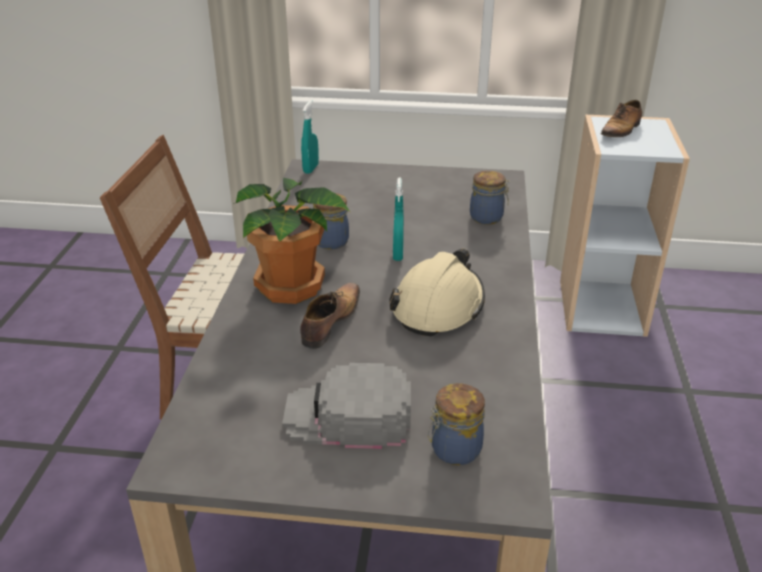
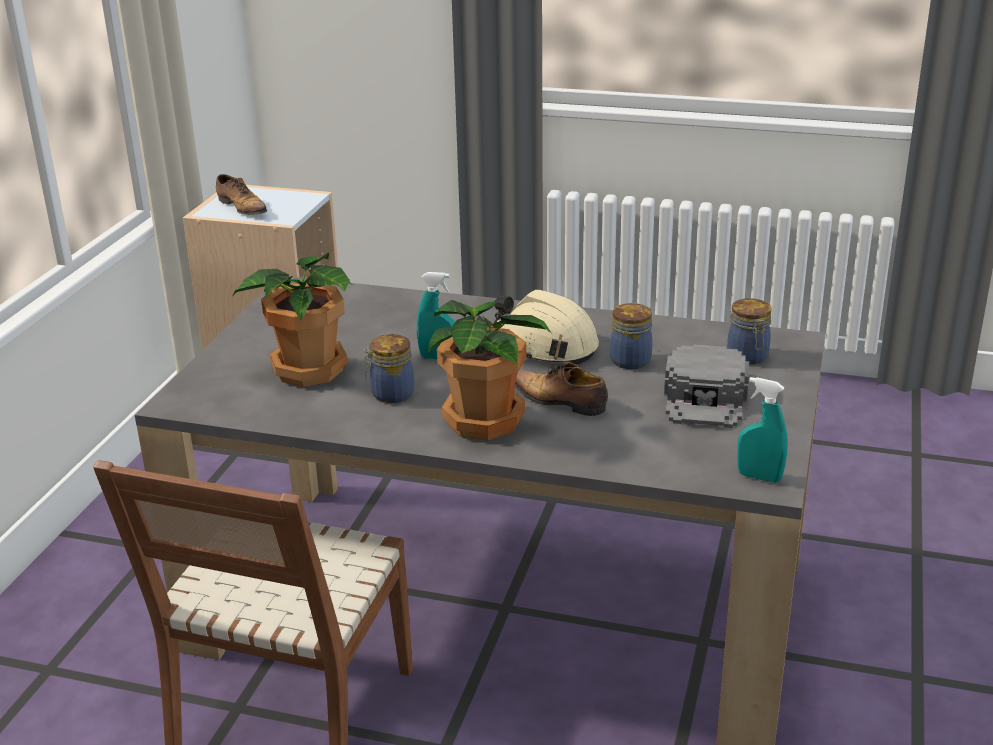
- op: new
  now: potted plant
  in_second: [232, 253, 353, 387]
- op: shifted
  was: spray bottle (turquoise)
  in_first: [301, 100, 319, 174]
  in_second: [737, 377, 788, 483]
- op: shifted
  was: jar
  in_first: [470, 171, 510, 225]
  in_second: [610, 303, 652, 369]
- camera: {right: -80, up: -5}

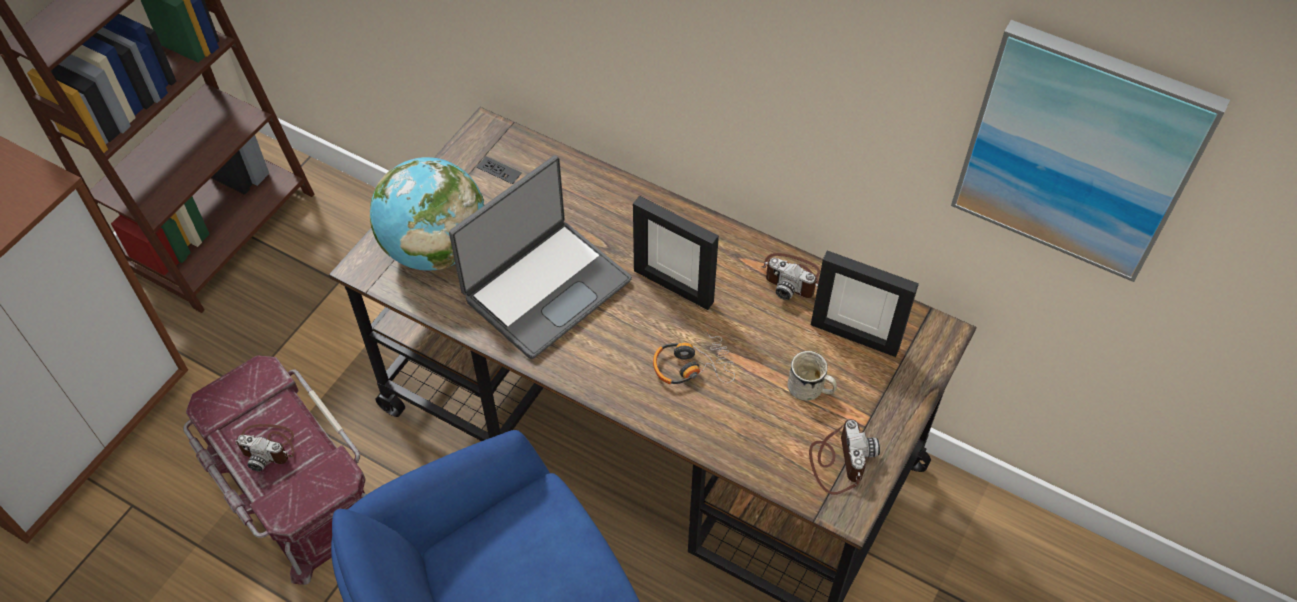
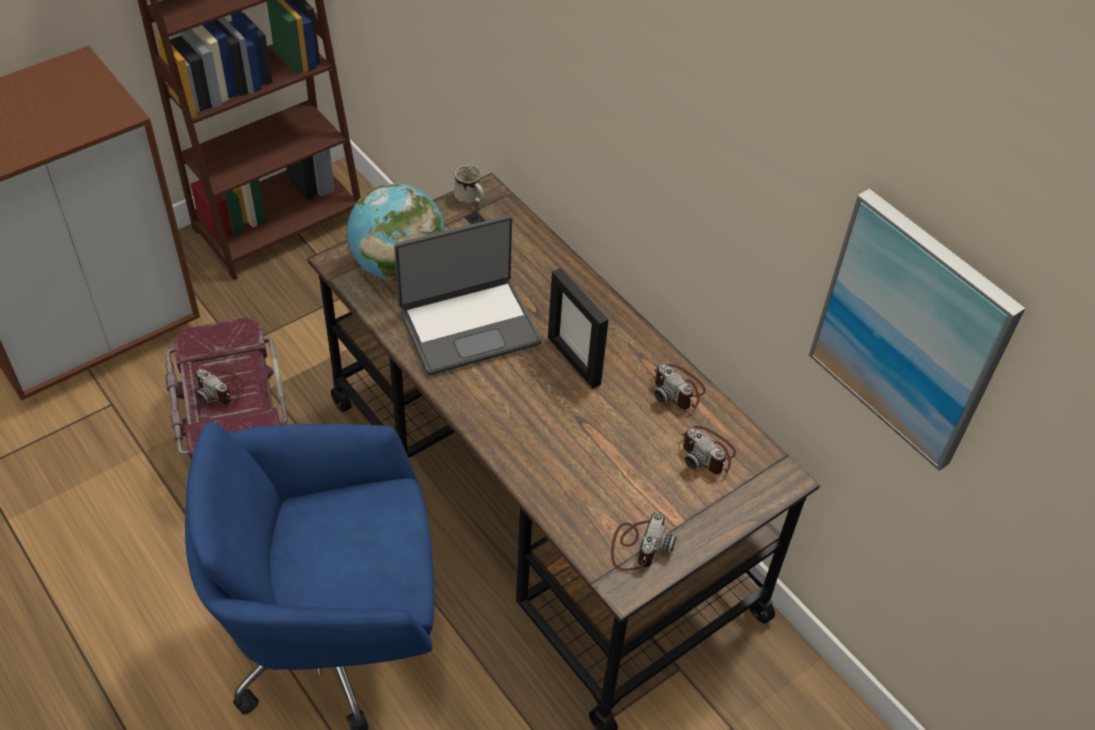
- op: gone
  was: headphones
  in_first: [653, 329, 735, 384]
- op: shifted
  was: mug (white)
  in_first: [787, 351, 837, 400]
  in_second: [454, 164, 484, 204]
- op: swapped
  was: picture frame
  now: photo camera
  in_first: [811, 250, 919, 357]
  in_second: [681, 426, 736, 474]
- camera: {right: 20, up: -5}

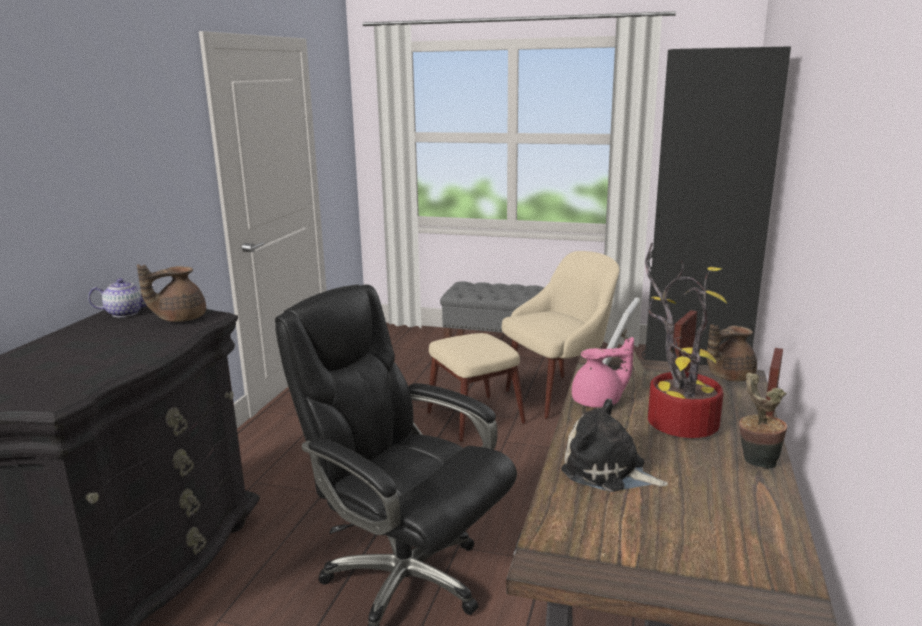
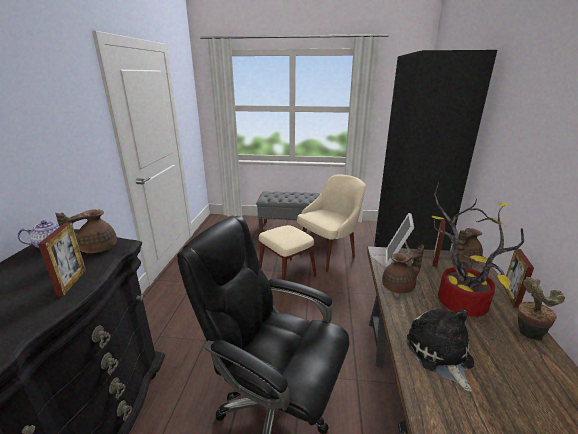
- op: new
  now: picture frame
  in_second: [38, 222, 86, 297]
- op: repainted
  was: teapot (pink)
  now: teapot (brown)
  in_first: [572, 337, 634, 408]
  in_second: [382, 244, 424, 294]
- op: rotated
  was: plush toy
  in_first: [561, 399, 668, 492]
  in_second: [407, 309, 474, 392]
  clockwise: 60
- camera: {right: -10, up: 5}

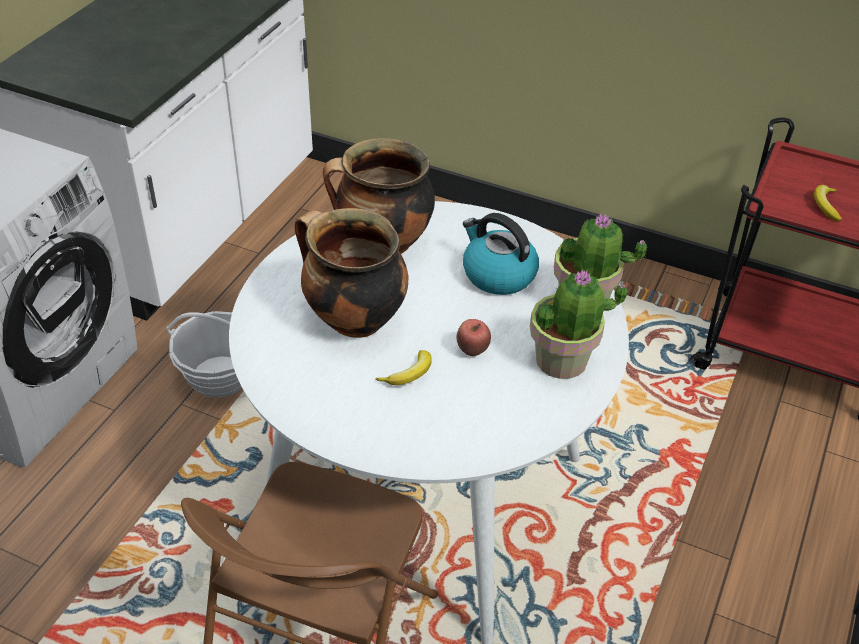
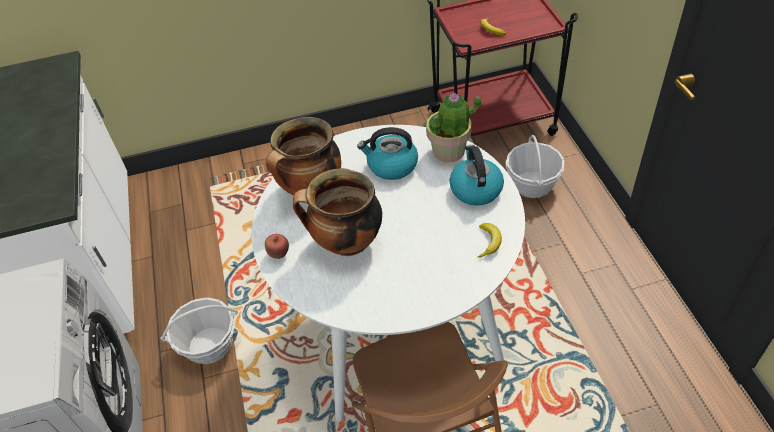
- op: new
  now: basket
  in_second: [506, 135, 564, 198]
- op: shifted
  was: banana
  in_first: [375, 350, 432, 385]
  in_second: [478, 223, 502, 258]
- op: shifted
  was: apple
  in_first: [457, 319, 491, 356]
  in_second: [265, 234, 289, 259]
- op: swapped
  was: potted plant
  now: kettle
  in_first: [530, 270, 628, 379]
  in_second: [450, 145, 504, 206]
- camera: {right: -35, up: 5}

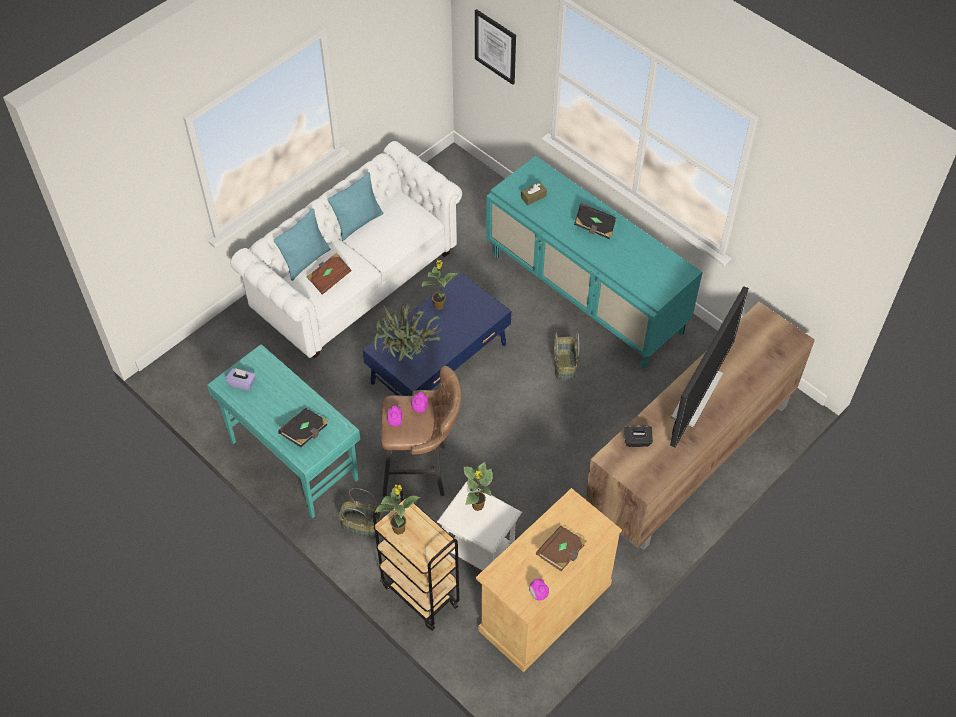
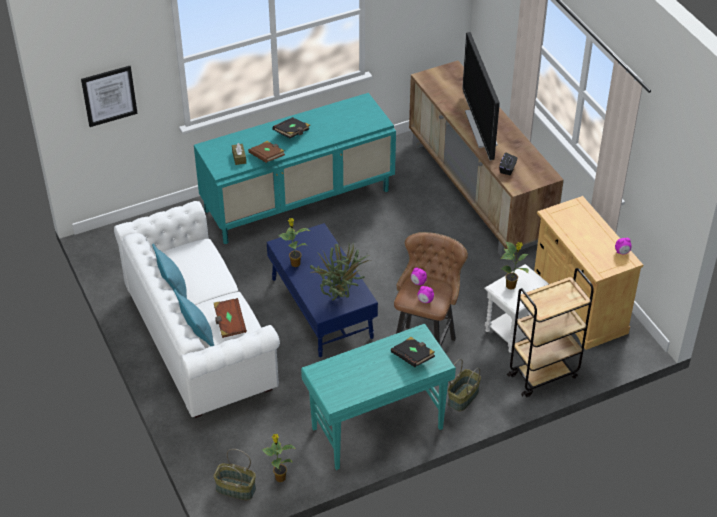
- op: gone
  was: tissue box (purple)
  in_first: [225, 368, 256, 391]
- op: shifted
  was: potted plant
  in_first: [374, 485, 421, 535]
  in_second: [261, 434, 296, 482]
- op: shifted
  was: book (brown)
  in_first: [536, 526, 586, 571]
  in_second: [248, 141, 285, 163]
- op: shifted
  was: basket
  in_first: [554, 331, 579, 381]
  in_second: [214, 449, 256, 500]
- op: rotated
  was: television
  in_first: [670, 286, 749, 447]
  in_second: [462, 32, 500, 161]
  clockwise: -150
- camera: {right: -70, up: -10}

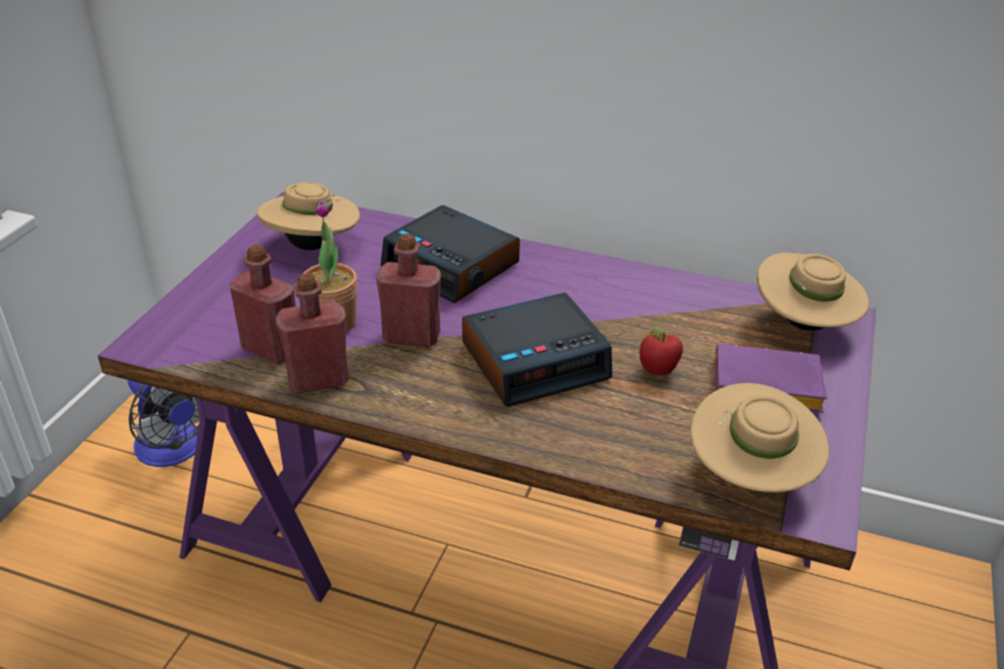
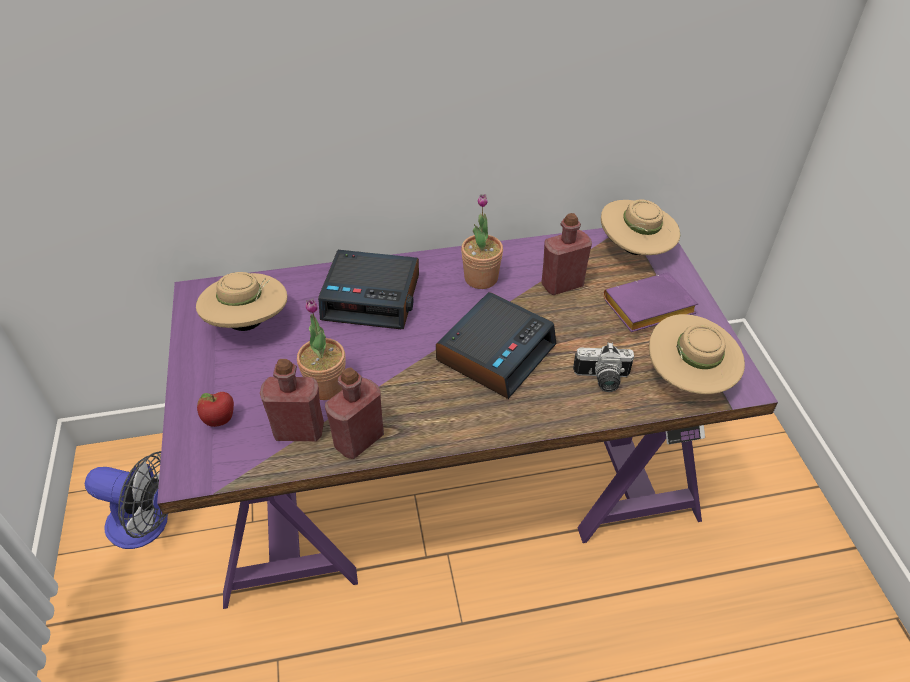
- op: new
  now: potted plant
  in_second: [461, 194, 503, 289]
- op: new
  now: photo camera
  in_second: [573, 342, 634, 392]
- op: shifted
  was: bottle (red)
  in_first: [376, 233, 441, 347]
  in_second: [541, 213, 592, 295]
- op: shifted
  was: apple
  in_first: [640, 329, 683, 375]
  in_second: [197, 392, 234, 427]
- camera: {right: -30, up: 10}

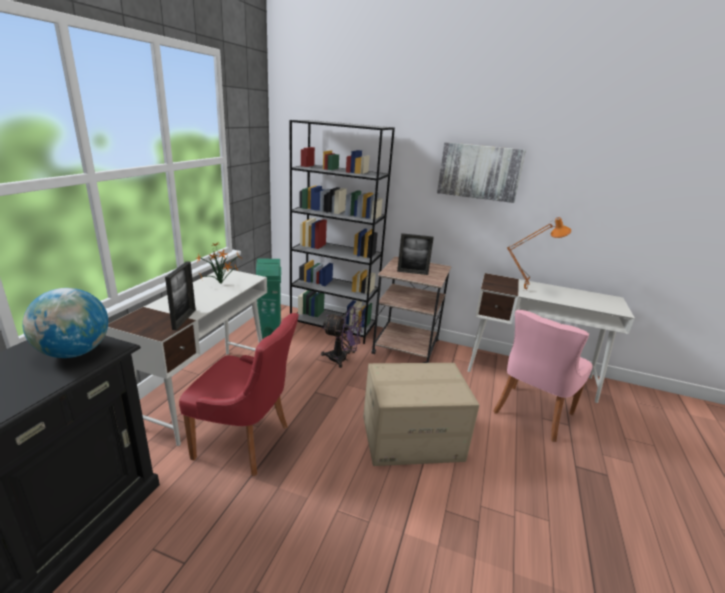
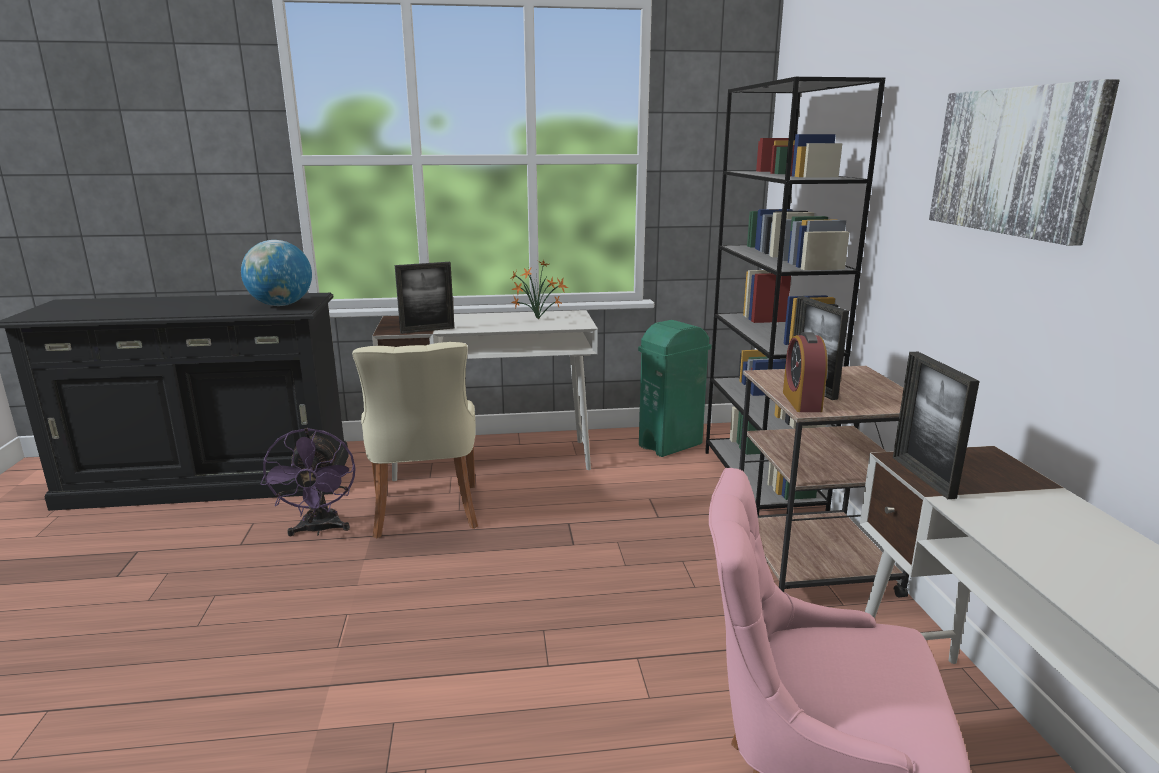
- op: gone
  was: cardboard box
  in_first: [363, 363, 479, 466]
- op: gone
  was: table lamp (orange)
  in_first: [507, 217, 571, 291]
- op: new
  now: alarm clock
  in_second: [783, 332, 828, 412]
- op: new
  now: picture frame
  in_second: [893, 352, 980, 499]
- op: shifted
  was: fan (purple)
  in_first: [321, 306, 365, 368]
  in_second: [261, 428, 356, 536]
- op: repainted
  was: chair (red)
  now: chair (beige)
  in_first: [179, 313, 299, 476]
  in_second: [352, 342, 478, 538]
- camera: {right: 65, up: -5}

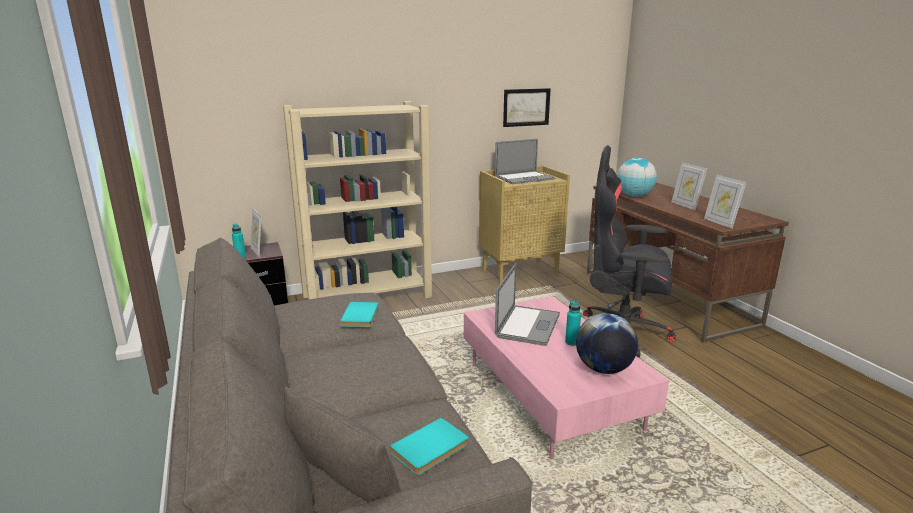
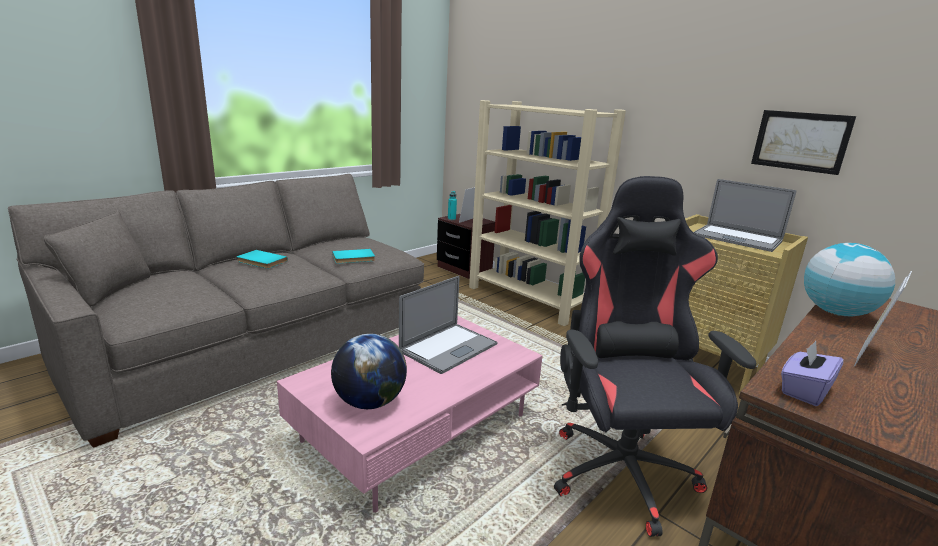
- op: gone
  was: bottle (turquoise)
  in_first: [565, 301, 581, 346]
- op: shifted
  was: book (turquoise)
  in_first: [389, 418, 469, 475]
  in_second: [237, 250, 288, 269]
- op: swapped
  was: picture frame
  now: tissue box (purple)
  in_first: [704, 175, 747, 228]
  in_second: [781, 341, 844, 406]
- op: rotated
  was: laptop
  in_first: [495, 263, 560, 346]
  in_second: [399, 276, 497, 374]
  clockwise: -45
- camera: {right: 65, up: 0}

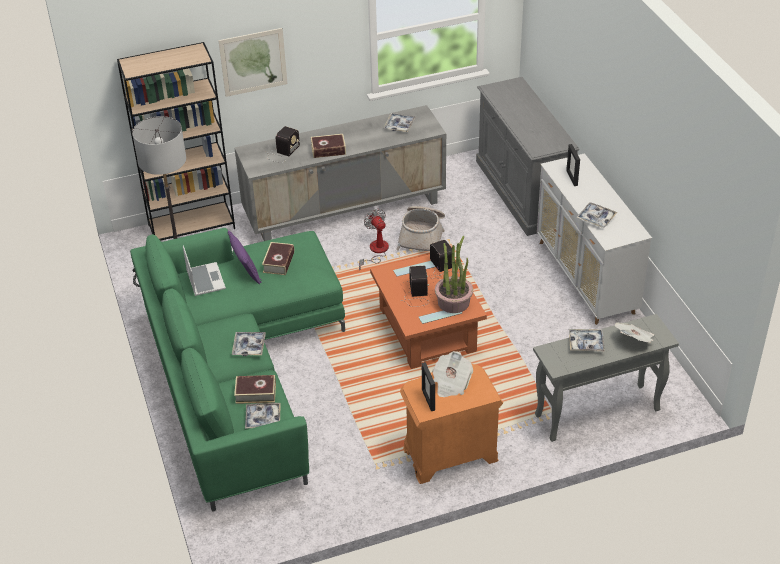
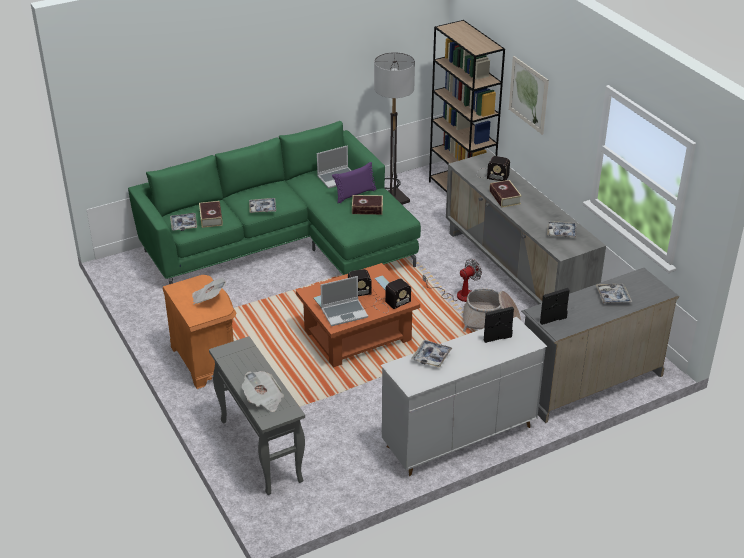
- op: shifted
  was: picture frame
  in_first: [422, 362, 435, 411]
  in_second: [540, 288, 569, 325]
- op: shifted
  was: tray
  in_first: [569, 329, 605, 352]
  in_second: [596, 283, 632, 304]
- op: swapped
  was: potted plant
  now: laptop
  in_first: [435, 236, 473, 313]
  in_second: [321, 276, 368, 326]
- camera: {right: 80, up: -5}

